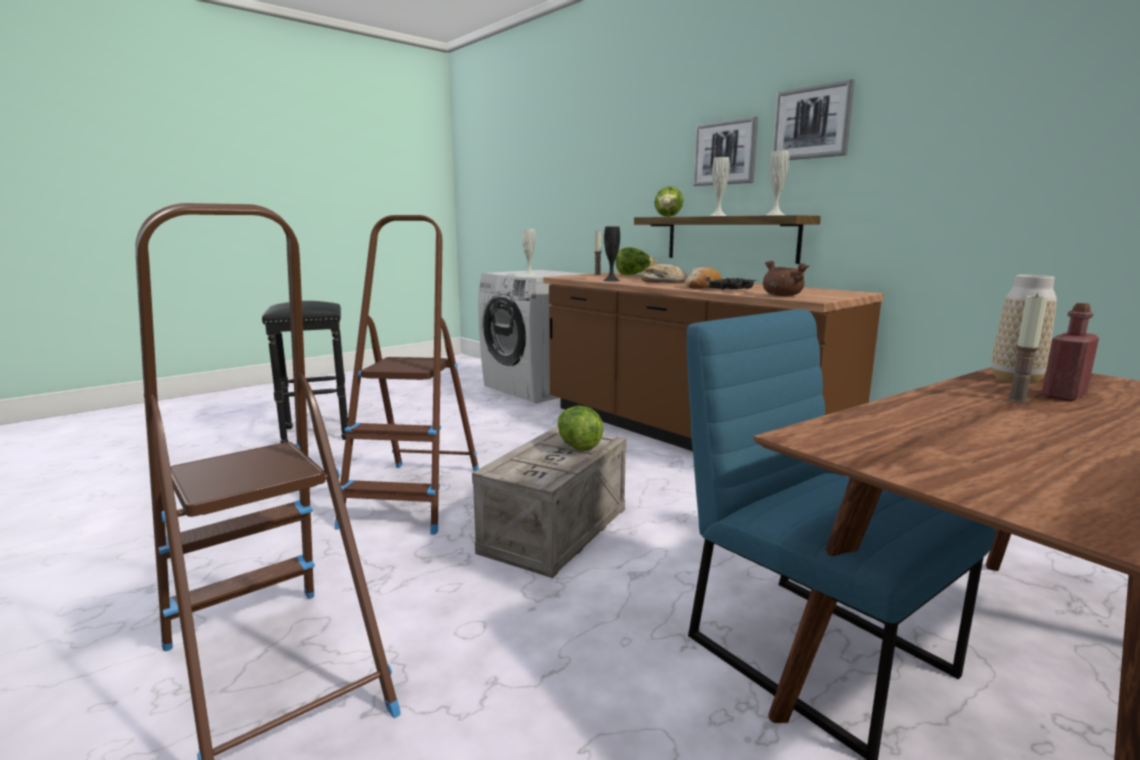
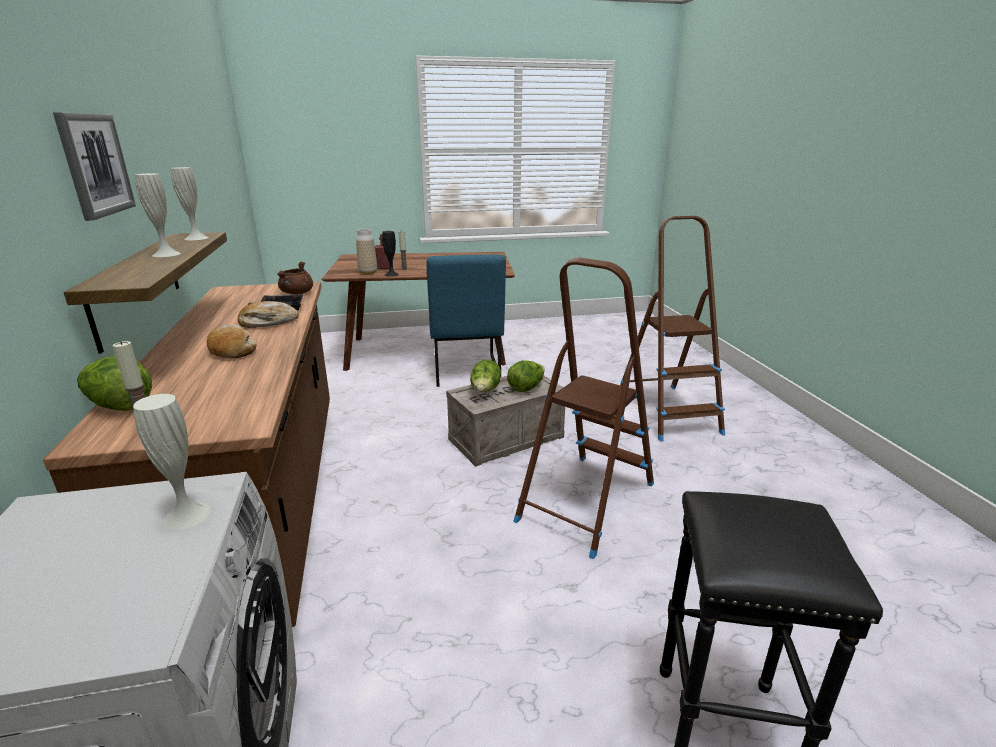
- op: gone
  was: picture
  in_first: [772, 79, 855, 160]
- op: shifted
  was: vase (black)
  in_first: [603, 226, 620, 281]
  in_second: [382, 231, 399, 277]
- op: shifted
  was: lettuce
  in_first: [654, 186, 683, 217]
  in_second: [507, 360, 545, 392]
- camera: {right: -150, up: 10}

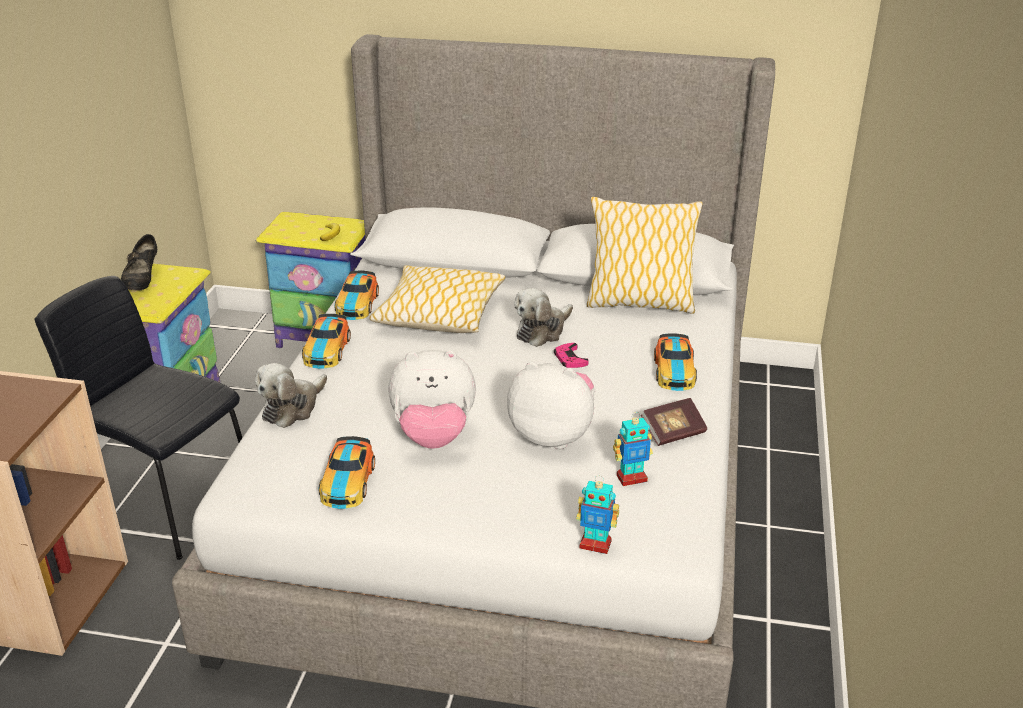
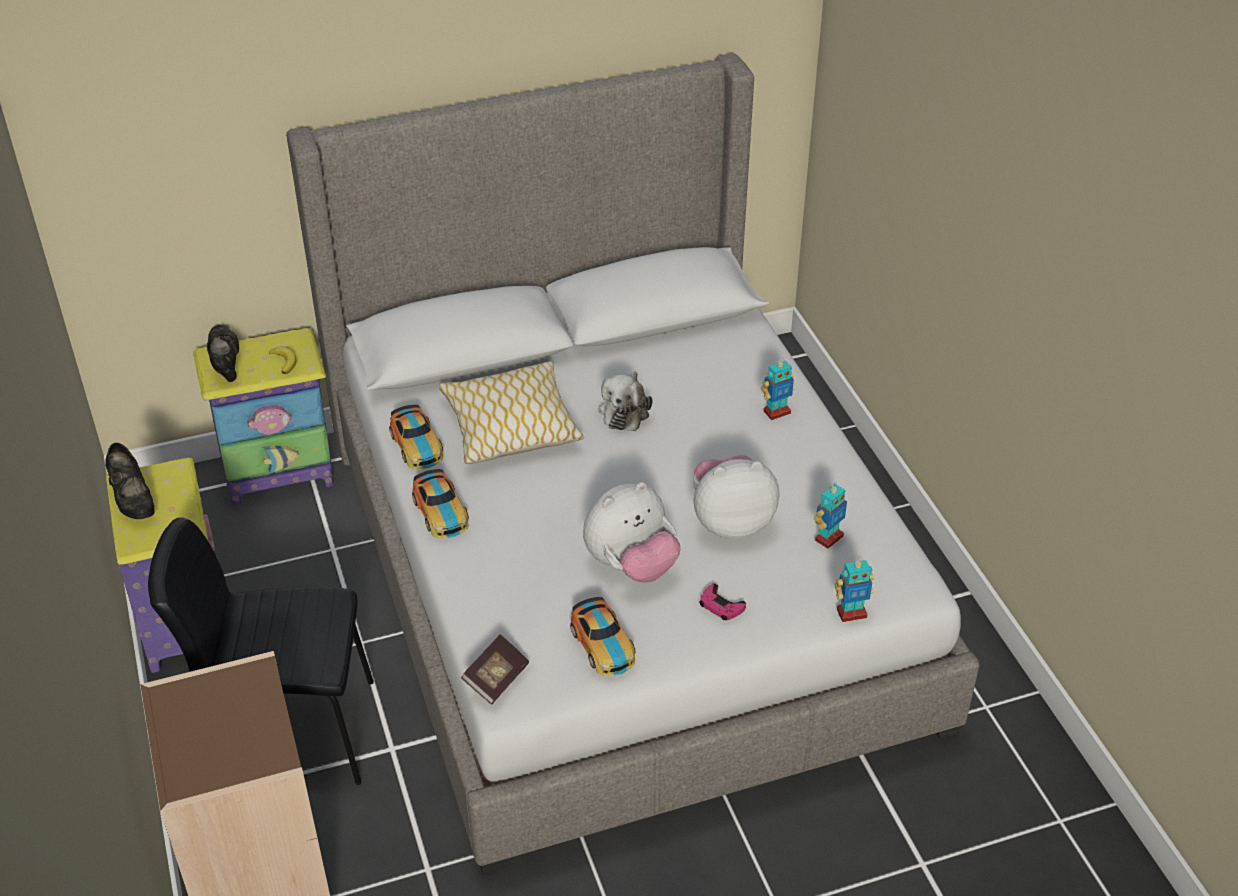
- op: gone
  was: plush toy
  in_first: [255, 363, 327, 428]
- op: gone
  was: pillow
  in_first: [587, 197, 702, 314]
- op: new
  now: shoe (black)
  in_second: [207, 325, 239, 382]
- op: shifted
  was: game controller (pink)
  in_first: [554, 343, 588, 368]
  in_second: [699, 583, 746, 620]
- op: shifted
  was: book
  in_first: [641, 398, 707, 446]
  in_second: [461, 634, 529, 704]
- op: swapped
  was: toy car
  now: toy robot
  in_first: [654, 333, 697, 391]
  in_second: [761, 357, 795, 420]
- camera: {right: -30, up: 10}

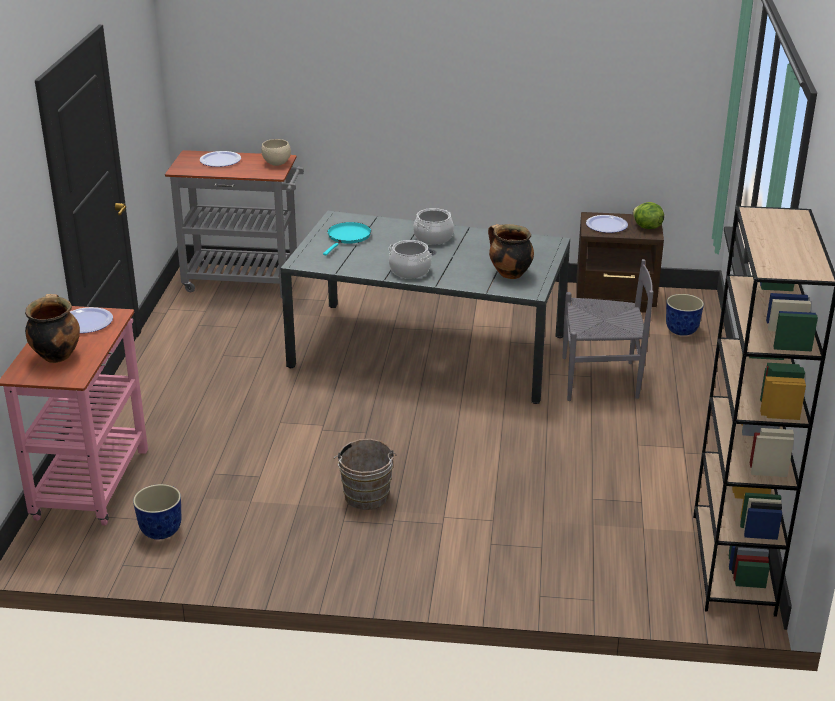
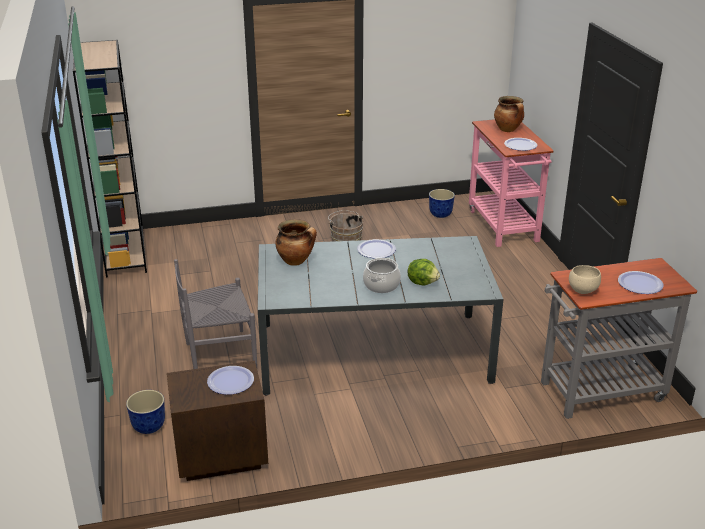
- op: gone
  was: frying pan (turquoise)
  in_first: [323, 222, 371, 255]
- op: shifted
  was: lettuce
  in_first: [633, 202, 664, 229]
  in_second: [408, 259, 440, 285]
- op: swapped
  was: cooking pot
  now: plate
  in_first: [389, 240, 432, 278]
  in_second: [357, 239, 396, 258]
- camera: {right: 160, up: 0}

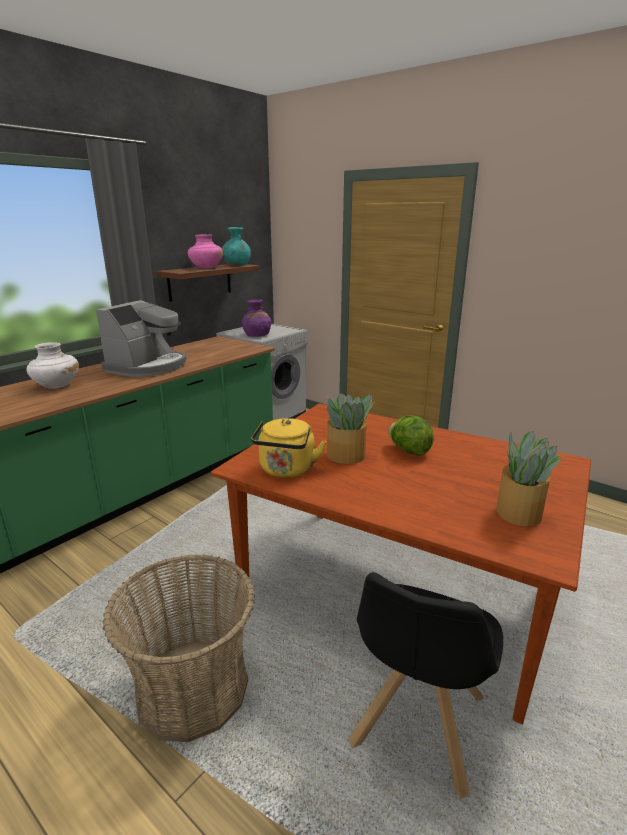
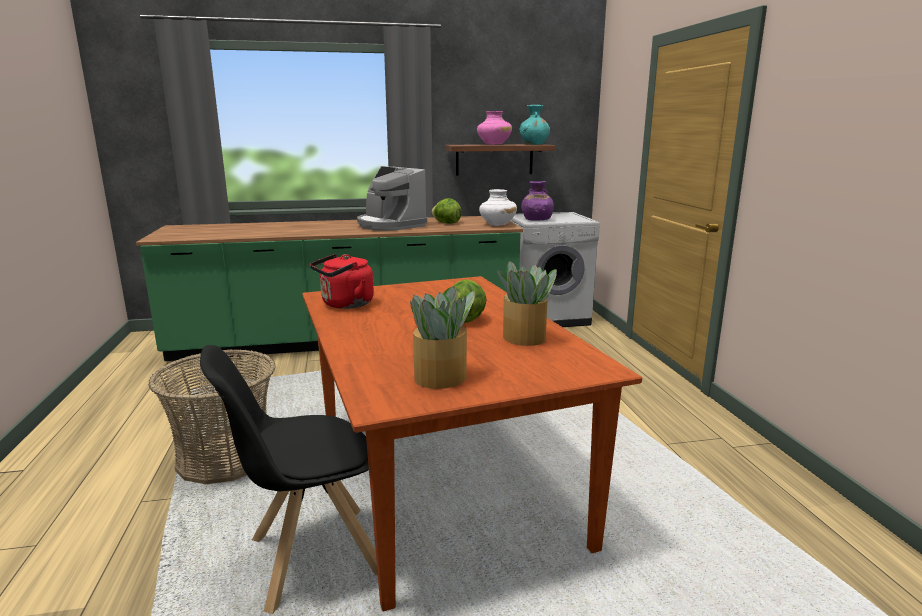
- op: new
  now: lettuce
  in_second: [431, 198, 462, 224]
- op: shifted
  was: vase (white)
  in_first: [26, 342, 79, 389]
  in_second: [479, 189, 517, 226]
- op: shifted
  was: potted plant
  in_first: [327, 393, 375, 464]
  in_second: [497, 261, 557, 346]
- op: repainted
  was: kettle (yellow)
  now: kettle (red)
  in_first: [251, 418, 326, 478]
  in_second: [310, 254, 374, 309]
- op: rotated
  was: coffee machine
  in_first: [96, 300, 186, 377]
  in_second: [357, 166, 427, 231]
  clockwise: 75
- camera: {right: 40, up: -5}

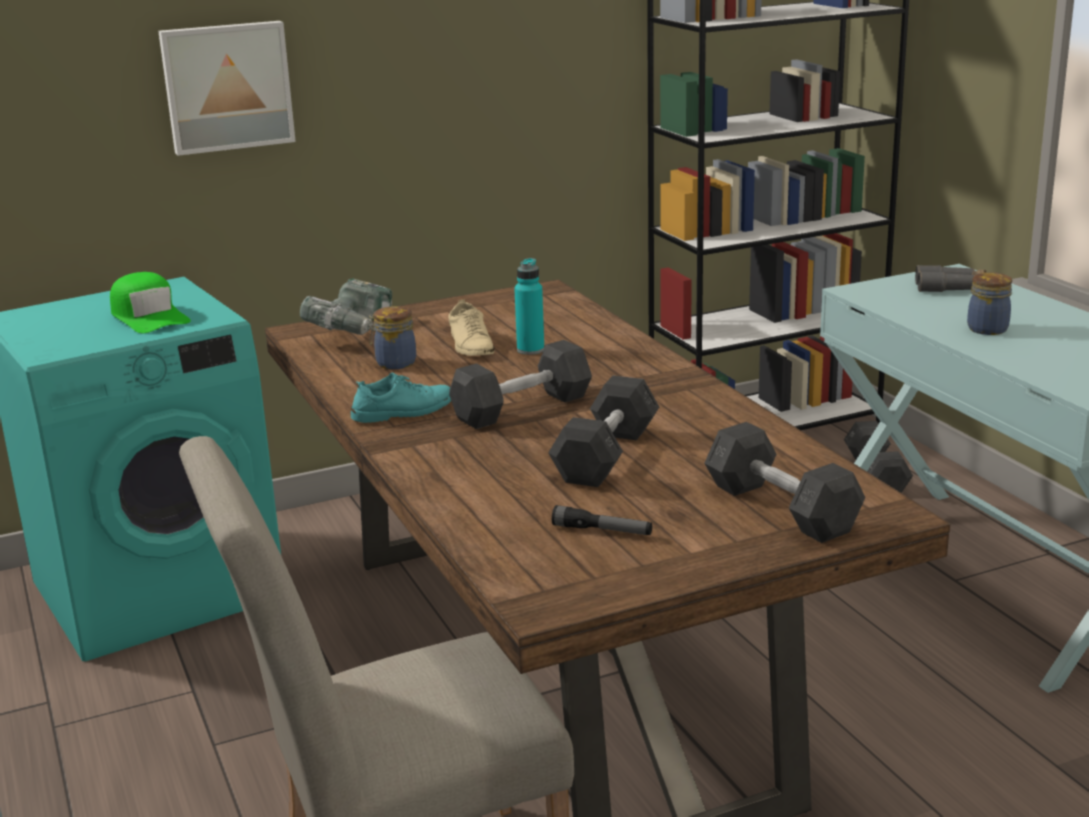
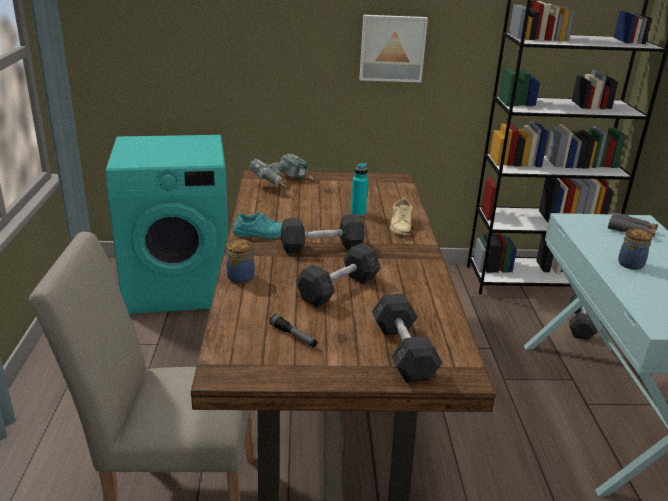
- op: gone
  was: cap (green)
  in_first: [110, 272, 191, 333]
- op: shifted
  was: picture
  in_first: [158, 21, 296, 156]
  in_second: [360, 15, 428, 82]
- op: shifted
  was: jar
  in_first: [369, 306, 416, 369]
  in_second: [226, 240, 255, 284]
- op: shifted
  was: shoe (beige)
  in_first: [448, 300, 494, 356]
  in_second: [390, 197, 413, 235]
- camera: {right: 20, up: 5}

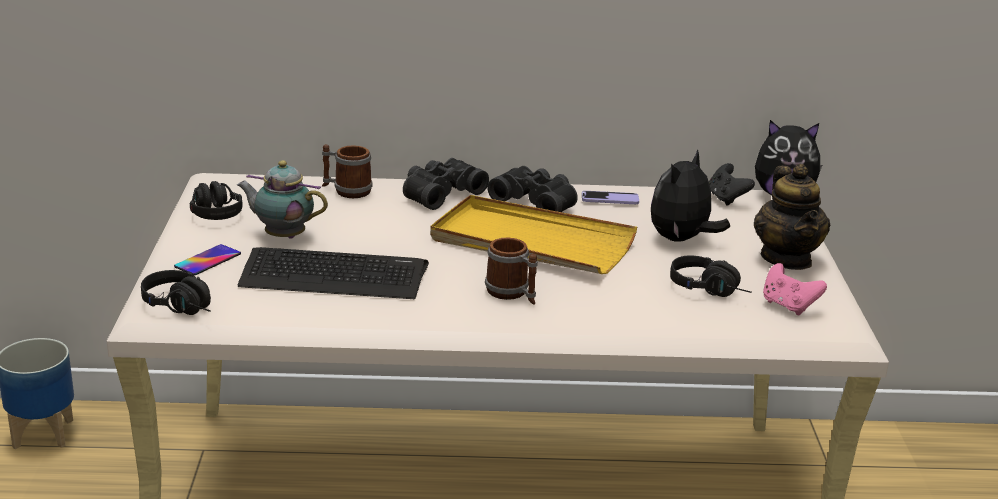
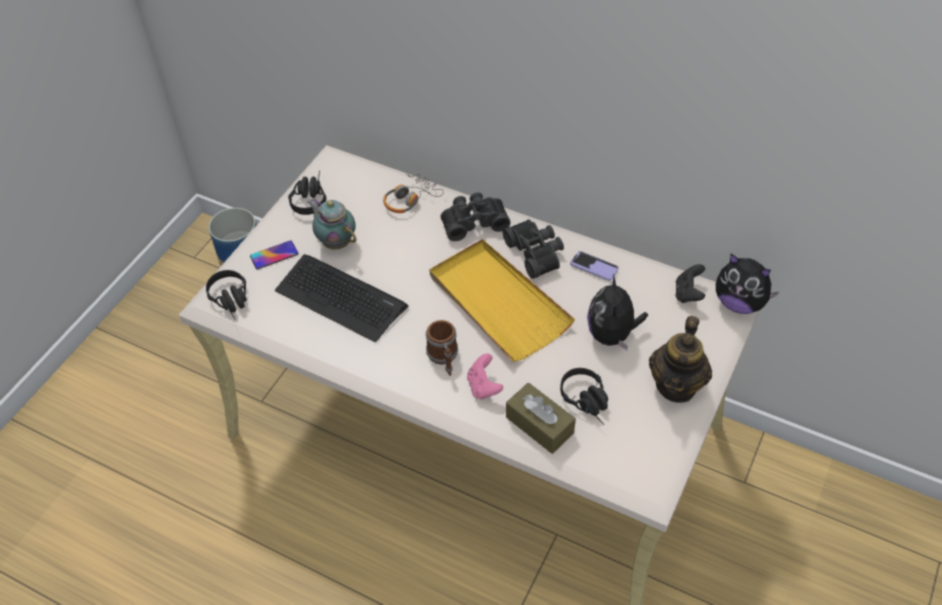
- op: new
  now: tissue box (brown)
  in_second: [506, 383, 576, 454]
- op: shifted
  was: game controller (pink)
  in_first: [763, 263, 827, 315]
  in_second: [467, 353, 503, 400]
- op: swapped
  was: mug
  now: headphones
  in_first: [322, 144, 373, 198]
  in_second: [383, 174, 444, 213]
- op: rotated
  was: plush toy
  in_first: [651, 149, 730, 242]
  in_second: [587, 274, 648, 350]
  clockwise: -60
- camera: {right: 30, up: 25}

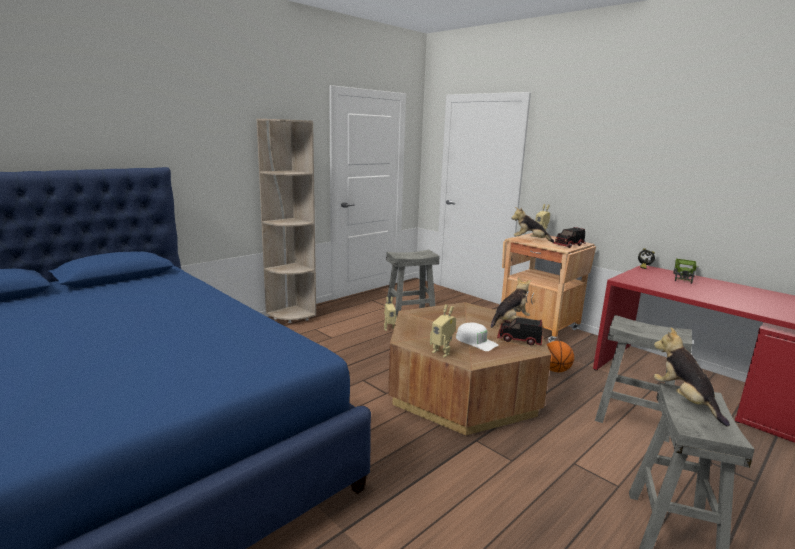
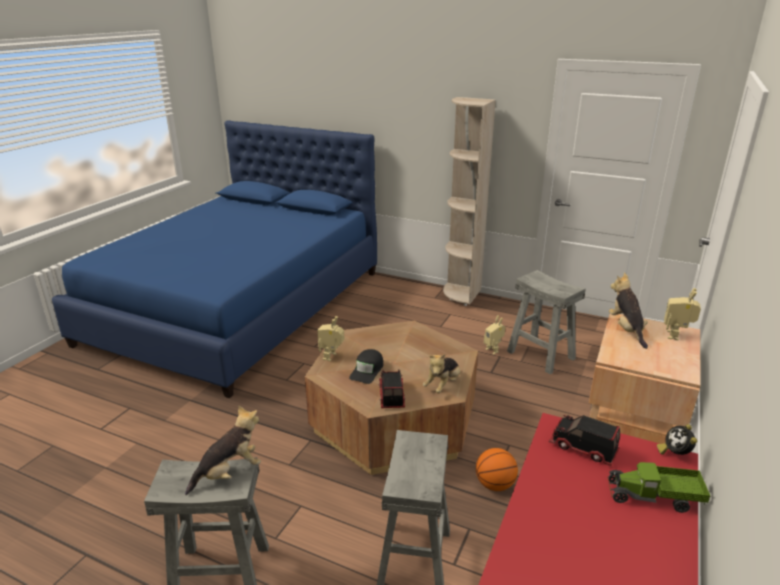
- op: shifted
  was: toy truck
  in_first: [553, 227, 586, 248]
  in_second: [548, 415, 620, 466]
- op: repainted
  was: cap (white)
  now: cap (black)
  in_first: [456, 323, 499, 351]
  in_second: [349, 349, 383, 384]
- op: rotated
  was: plush toy
  in_first: [491, 278, 531, 328]
  in_second: [423, 354, 460, 393]
  clockwise: 90
- camera: {right: 70, up: 10}

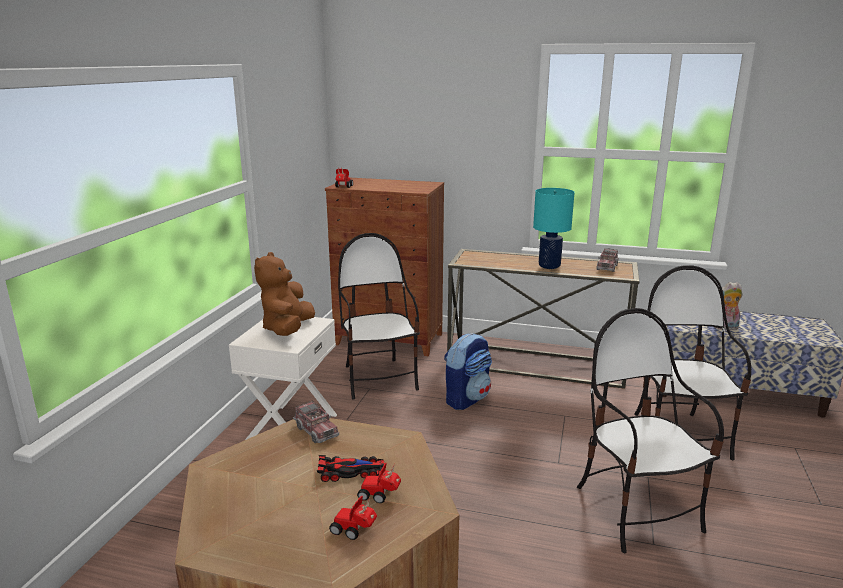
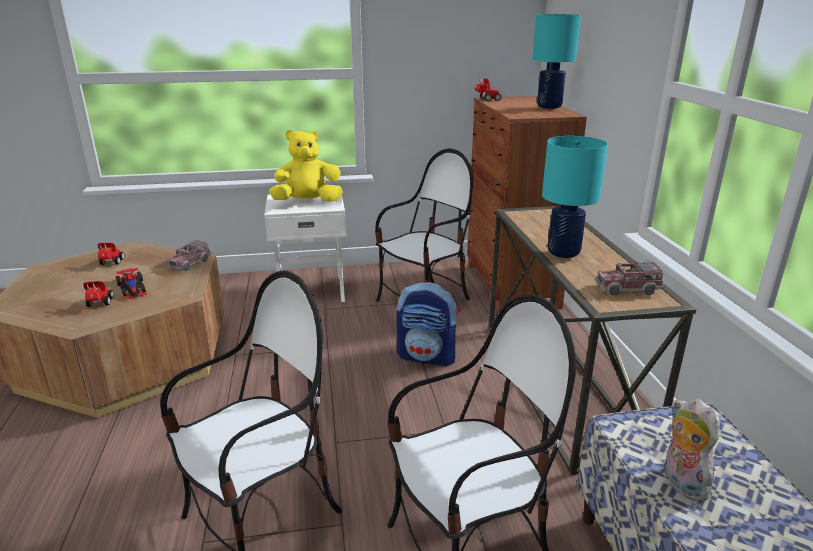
- op: new
  now: table lamp (turquoise)
  in_second: [532, 13, 581, 109]
- op: shifted
  was: toy car
  in_first: [329, 496, 377, 540]
  in_second: [98, 243, 125, 265]
- op: repainted
  was: plush toy (brown)
  now: plush toy (yellow)
  in_first: [254, 252, 315, 336]
  in_second: [269, 130, 343, 202]
- camera: {right: 65, up: 5}

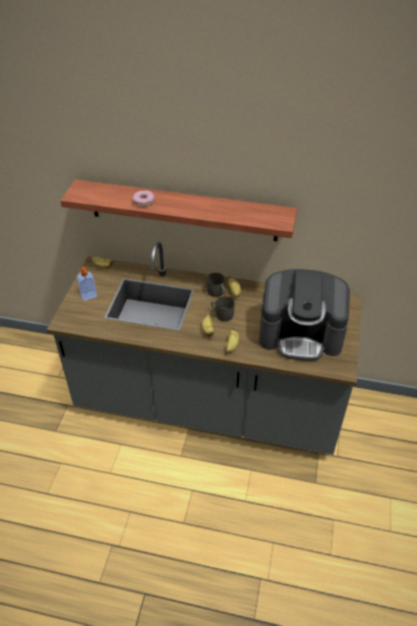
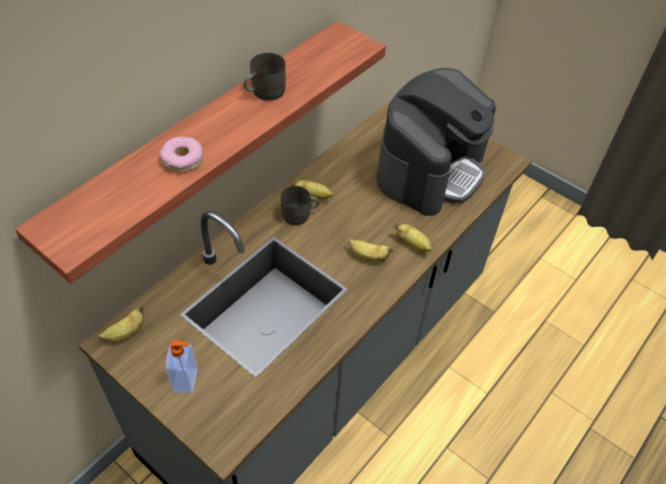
- op: shifted
  was: mug (grey)
  in_first: [211, 296, 235, 321]
  in_second: [244, 53, 286, 101]
- camera: {right: -65, up: 5}

